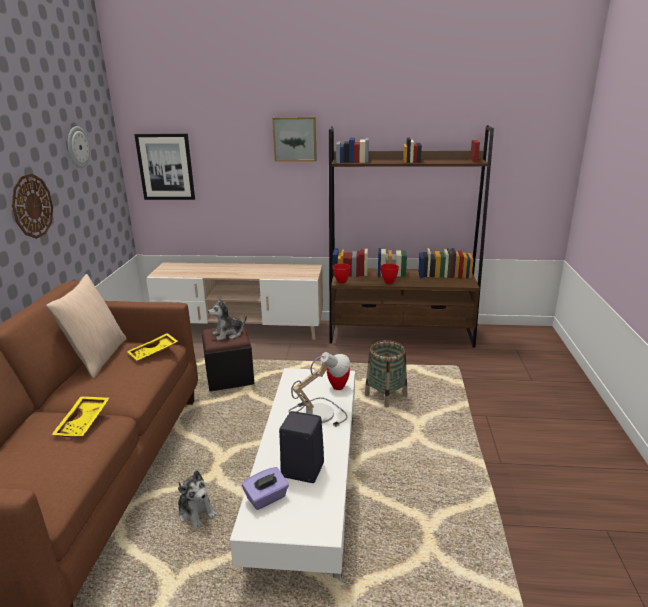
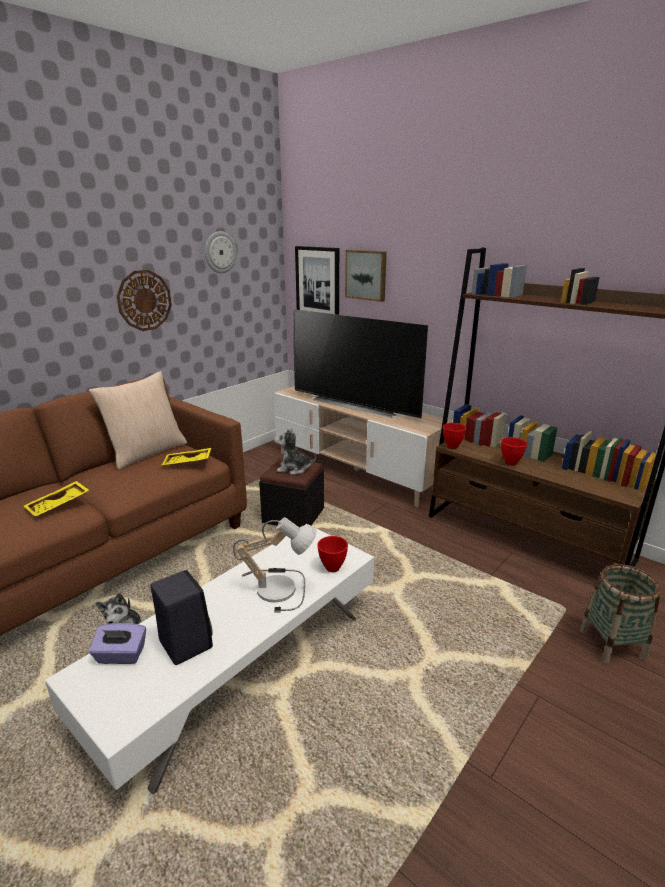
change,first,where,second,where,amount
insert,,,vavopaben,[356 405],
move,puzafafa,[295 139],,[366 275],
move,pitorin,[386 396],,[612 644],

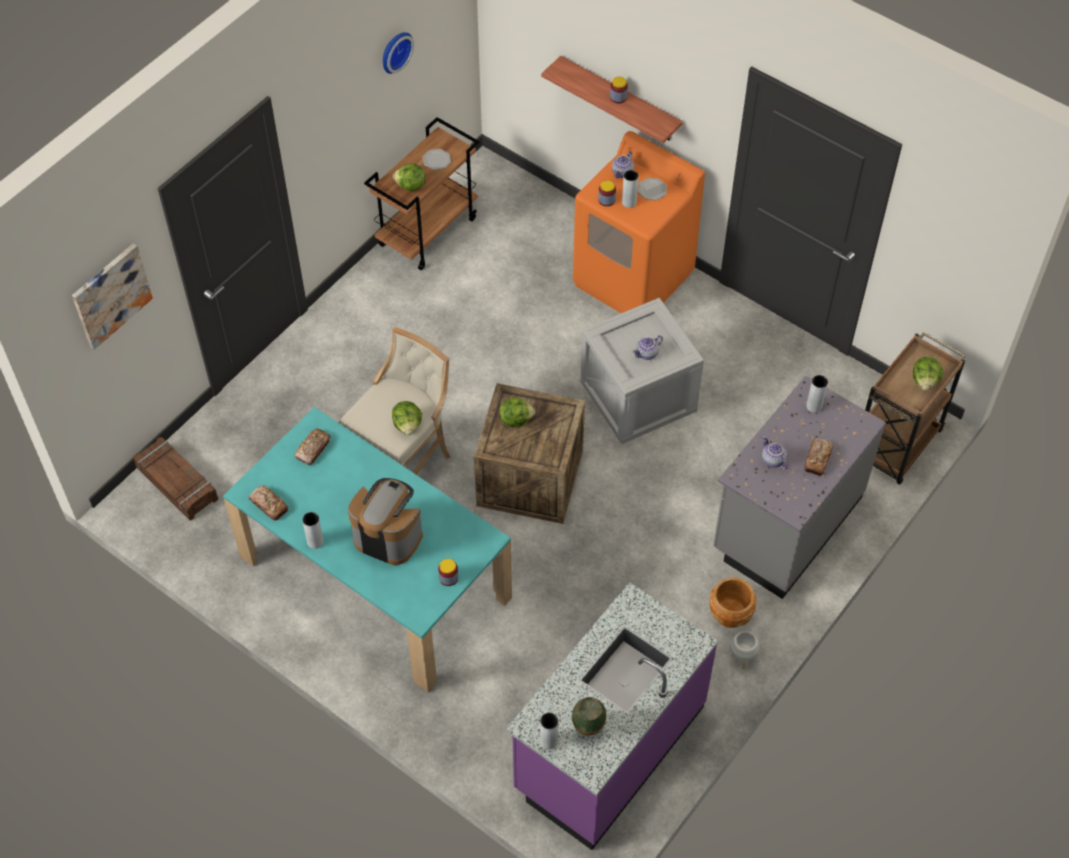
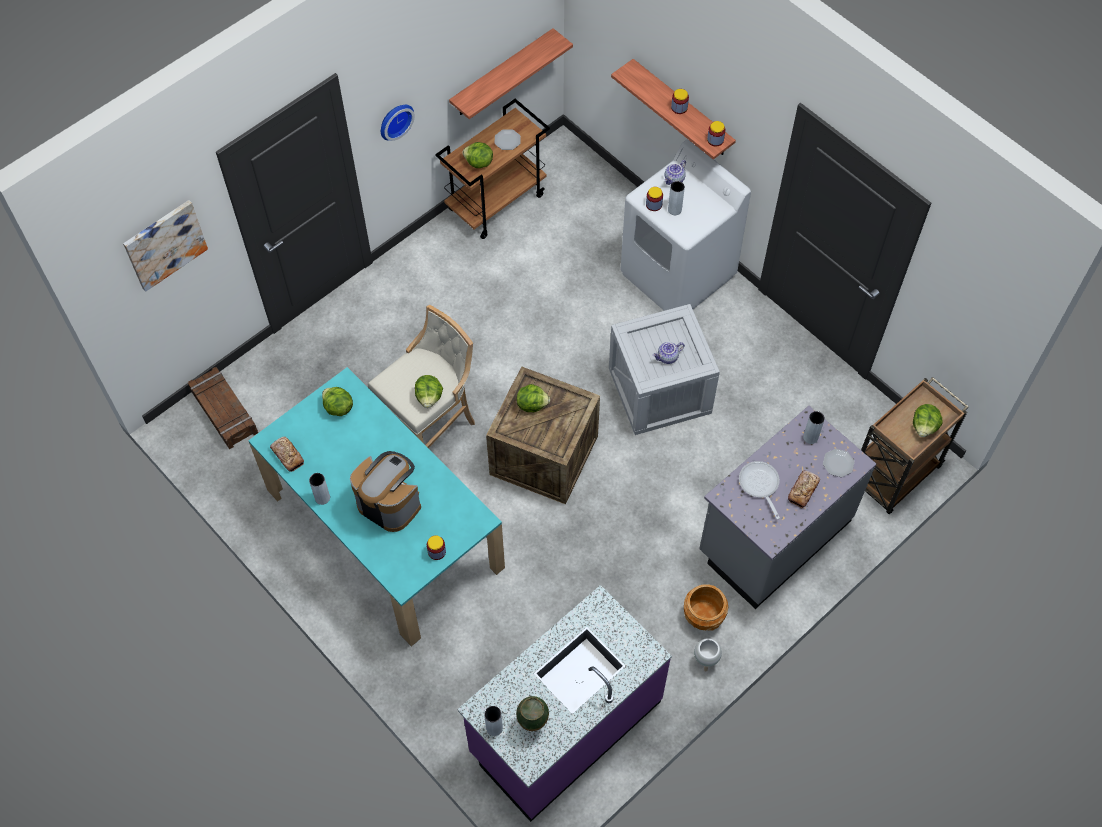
change,first,where,second,where,amount
replace,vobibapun,[313 449],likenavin,[338 408],
move,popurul,[394 51],,[394 120],
insert,,,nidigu,[502 74],
recolor,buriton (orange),[633 279],buriton (white),[678 275],
insert,,,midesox,[715 140],
replace,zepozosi,[772 460],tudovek,[759 485],
move,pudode,[652 190],,[838 464],

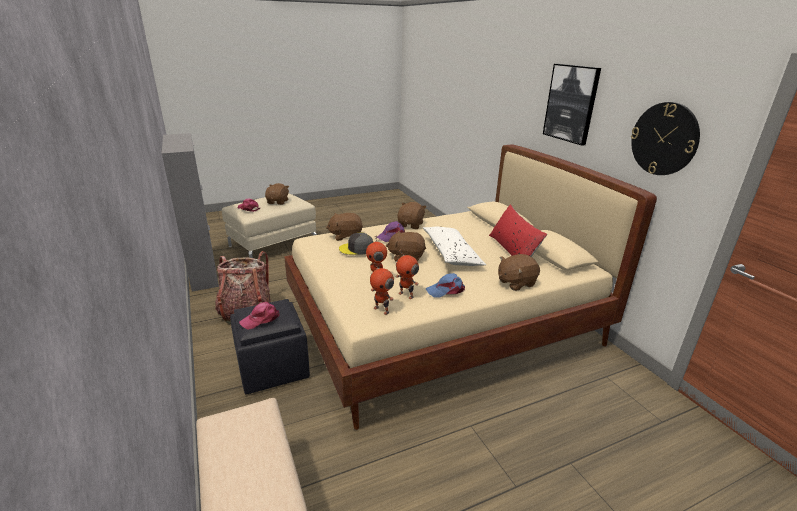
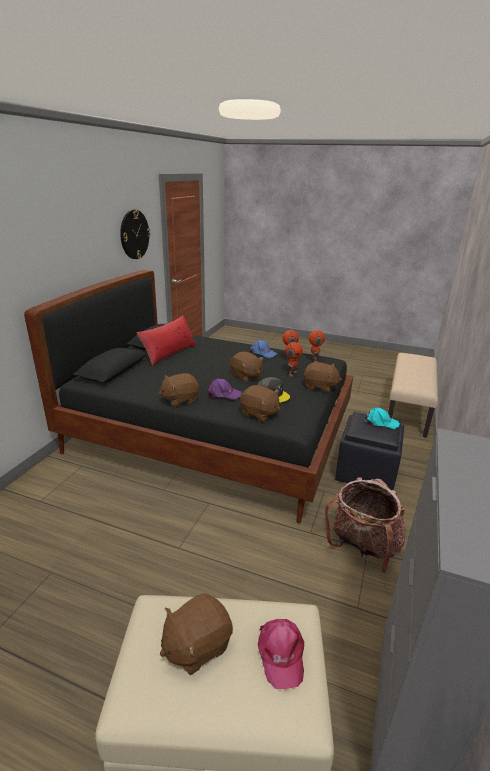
change,first,where,second,where,amount
recolor,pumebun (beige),[442 325],pumebun (black),[212 435],
move,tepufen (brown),[515 283],,[320 387],
recolor,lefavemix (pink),[261 319],lefavemix (turquoise),[380 422],
delete,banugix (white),[451 254],,,
delete,puzafafa,[571 103],,,

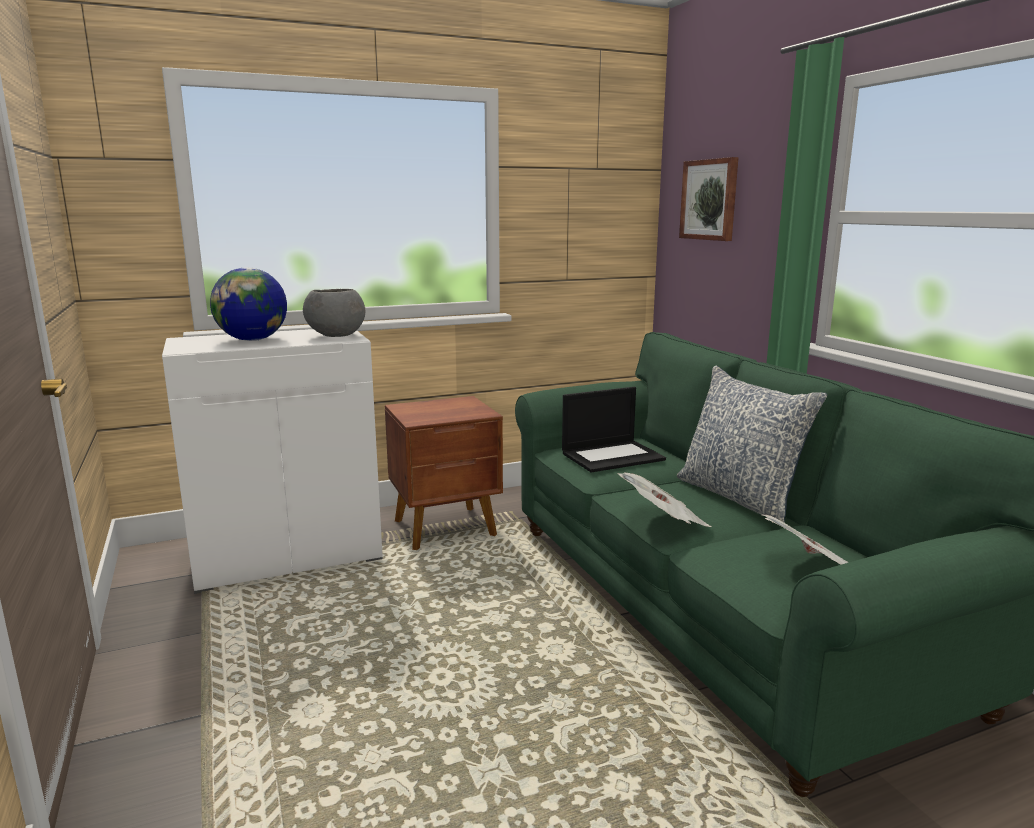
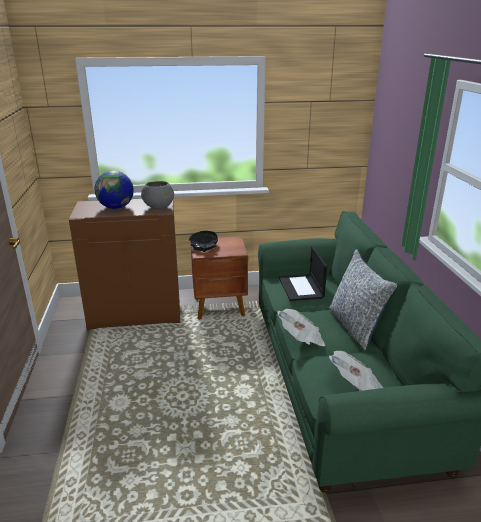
change,first,where,second,where,amount
recolor,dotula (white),[288 555],dotula (brown),[136 313],
insert,,,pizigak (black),[204 246],
rotate,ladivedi,[613 456],,[301 288],90 degrees clockwise
delete,puzafafa,[710 200],,,

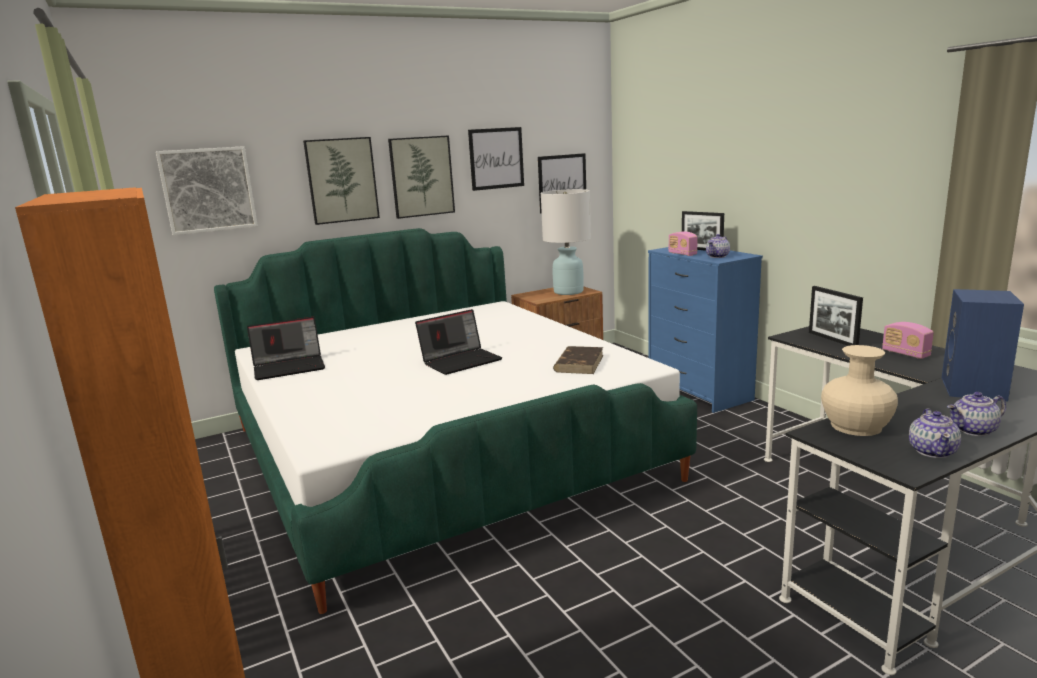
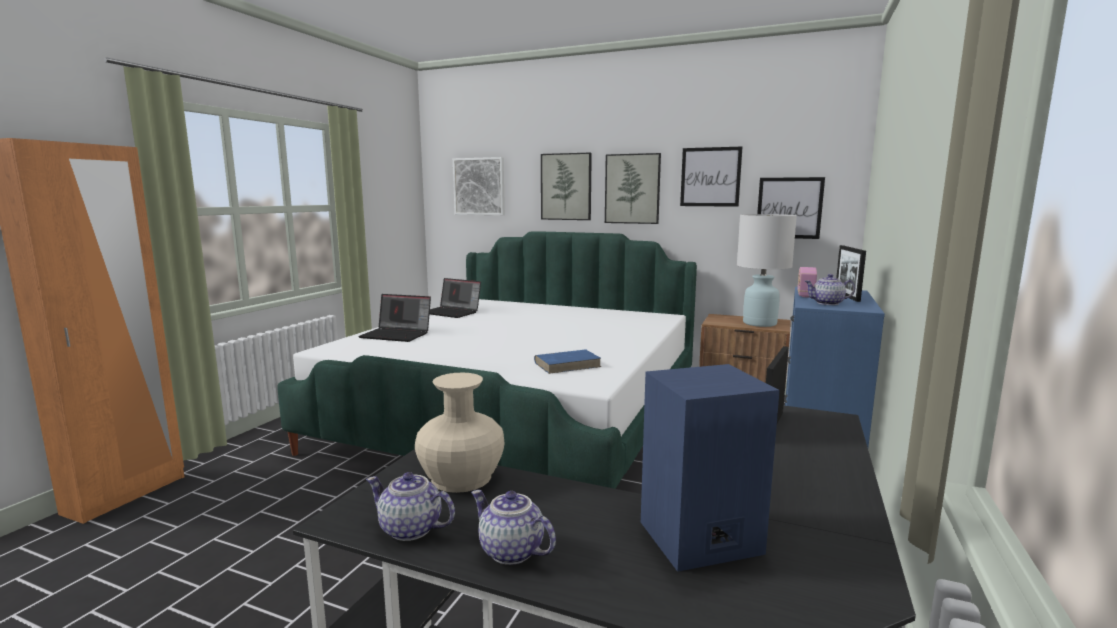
change,first,where,second,where,amount
move,ladivedi,[461 361],,[397 335],
rotate,zepozosi,[932 451],,[411 529],45 degrees clockwise
recolor,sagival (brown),[579 363],sagival (blue),[568 364],
delete,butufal,[905 354],,,

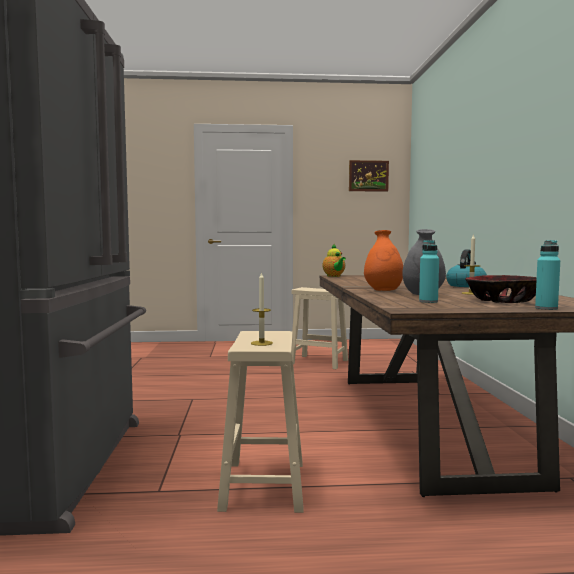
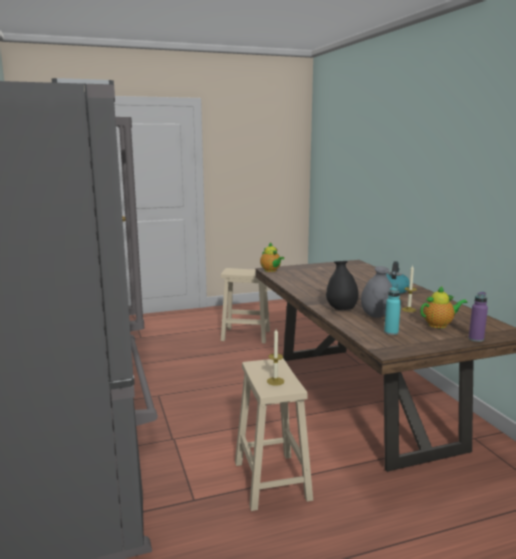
change,first,where,second,where,amount
recolor,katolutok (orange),[383 291],katolutok (black),[341 309],
replace,pizigak,[502 300],zepozosi,[439 325],
recolor,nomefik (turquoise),[546 308],nomefik (purple),[476 339],
delete,puzafafa,[368 176],,,

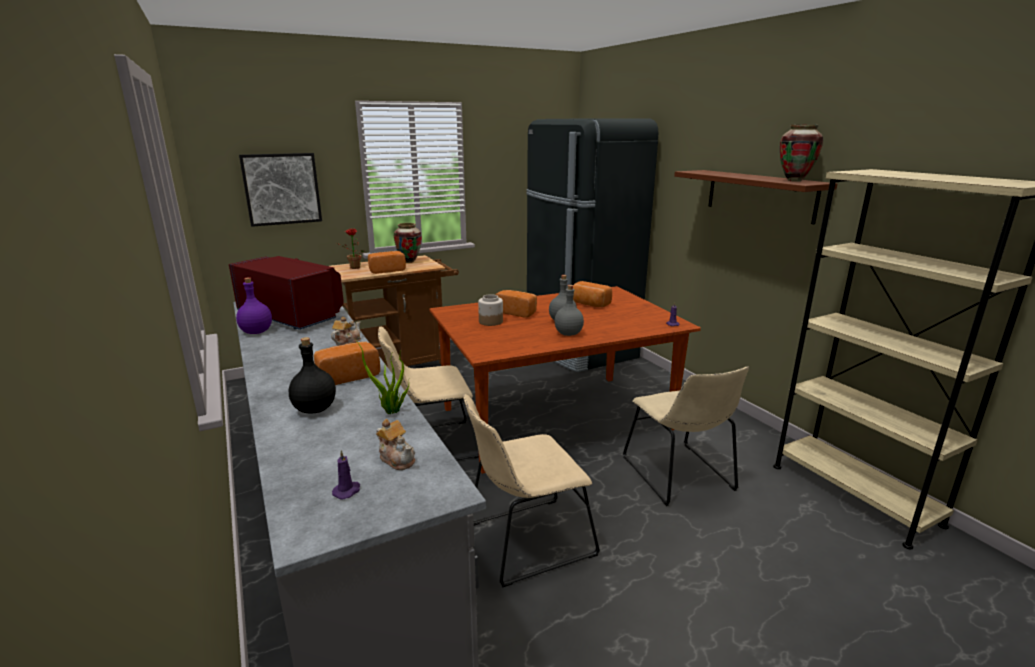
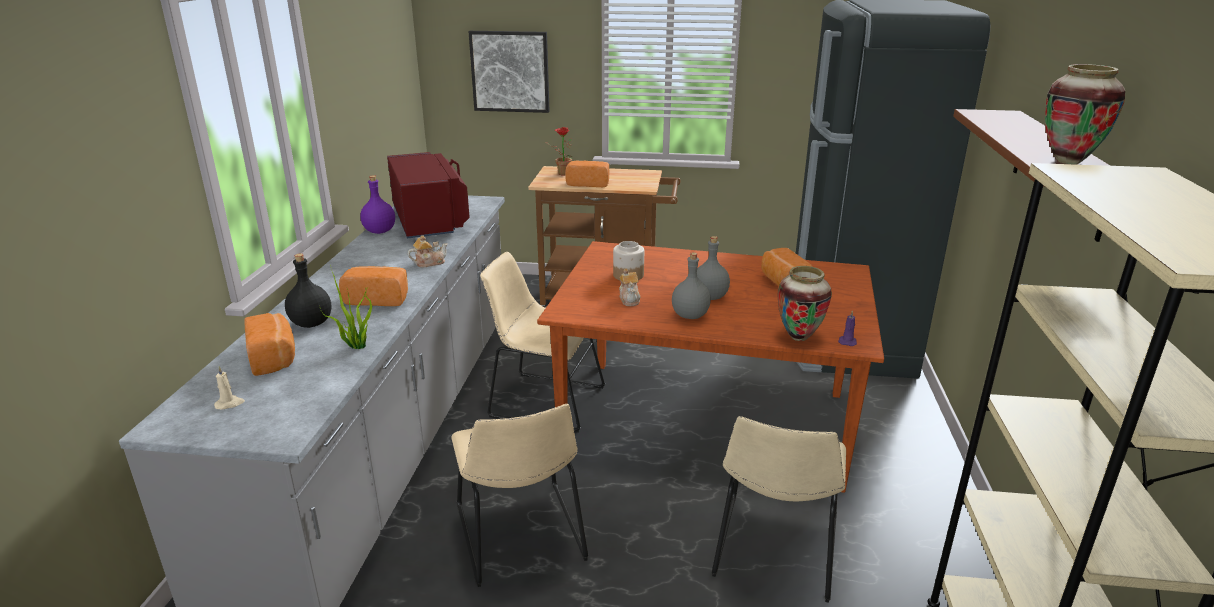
change,first,where,second,where,amount
recolor,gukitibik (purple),[347 491],gukitibik (beige),[230 404],
move,vobibapun,[517 312],,[274 358],
rotate,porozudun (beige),[525 541],,[521 537],120 degrees counterclockwise
move,zepozosi,[397 458],,[629 299],
move,katolutok,[409 261],,[799 337],

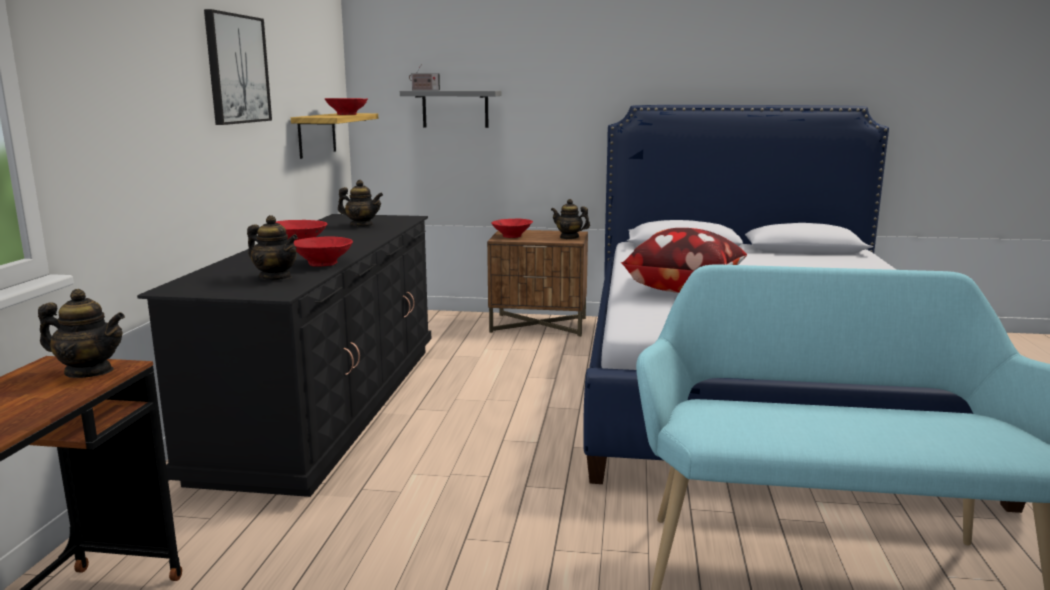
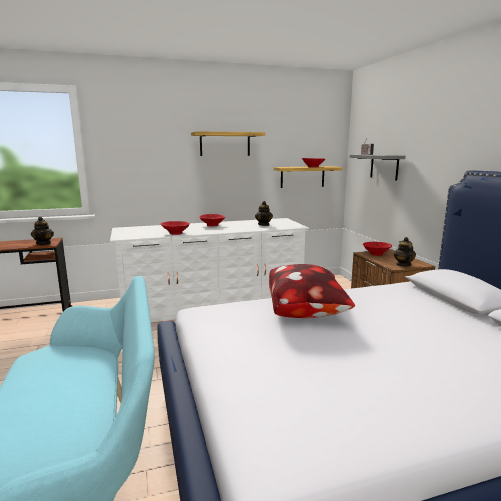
change,first,where,second,where,amount
recolor,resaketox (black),[329 406],resaketox (white),[213 303],
replace,puzafafa,[237 69],nidigu,[225 144],
delete,zepozosi,[275 278],,,

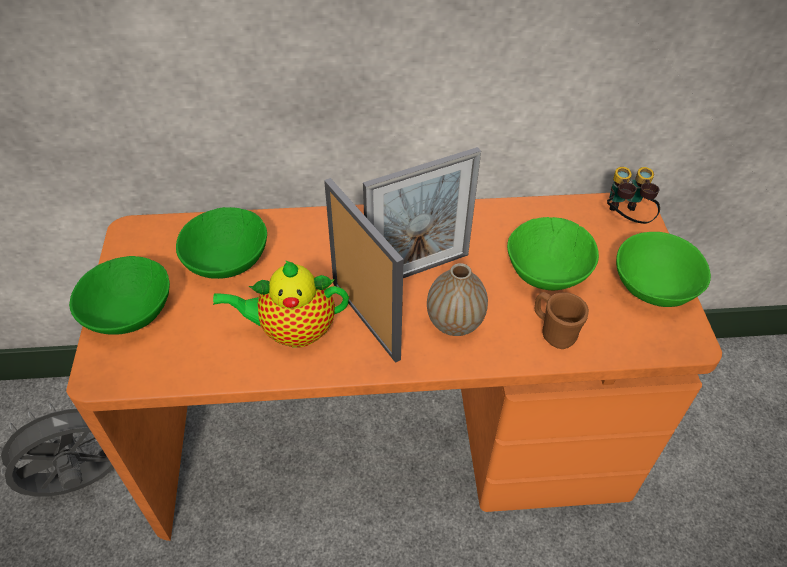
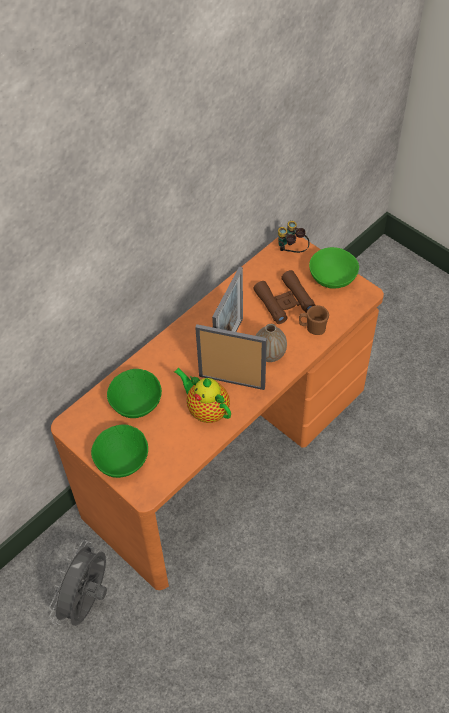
change,first,where,second,where,amount
rotate,zepozosi,[293 330],,[206 410],90 degrees clockwise
replace,pizigak (green),[548 271],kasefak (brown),[284 301],

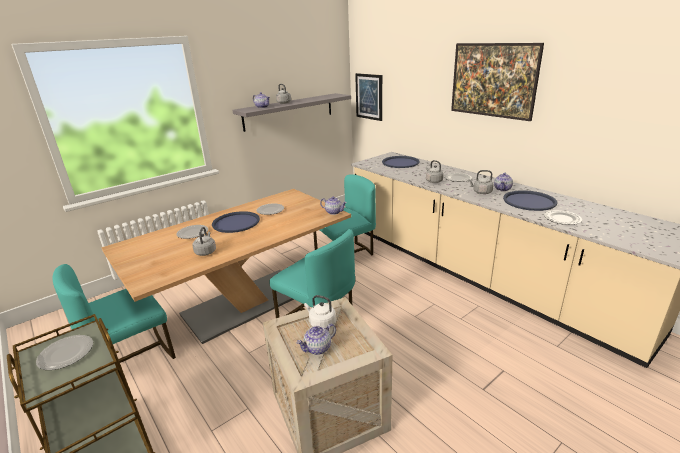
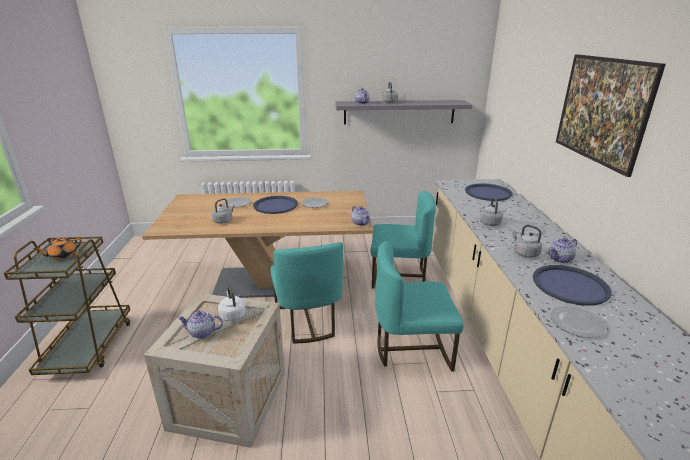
change,first,where,second,where,amount
replace,pudode,[66 354],zepozosi (orange),[62 255],
move,porozudun (turquoise),[132 356],,[412 348],
delete,puzafafa,[369 96],,,

